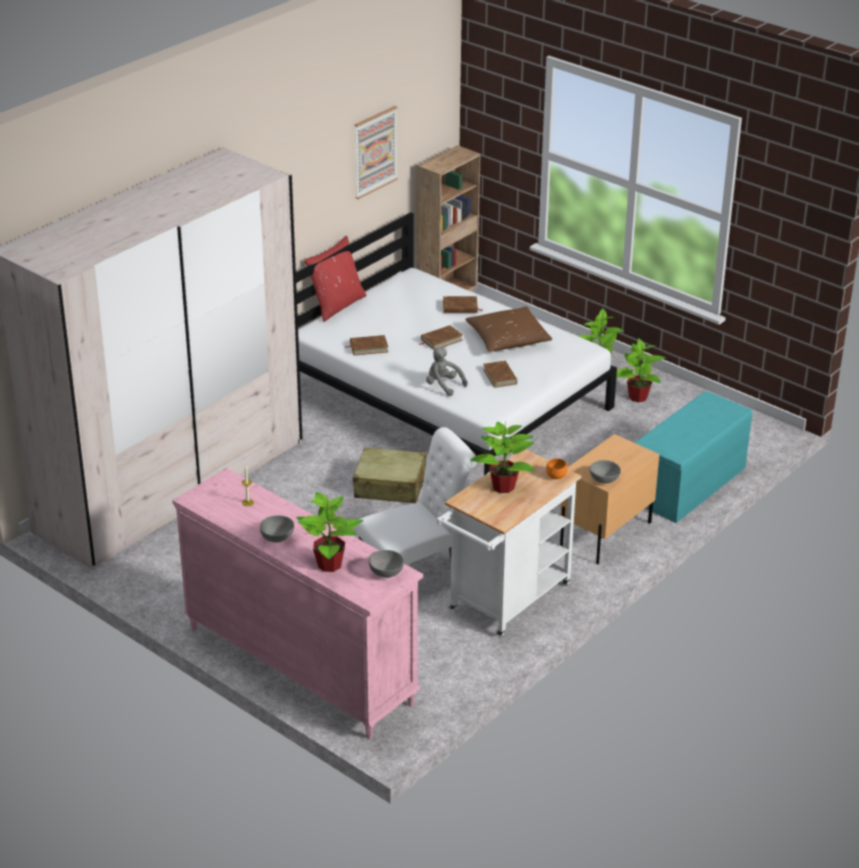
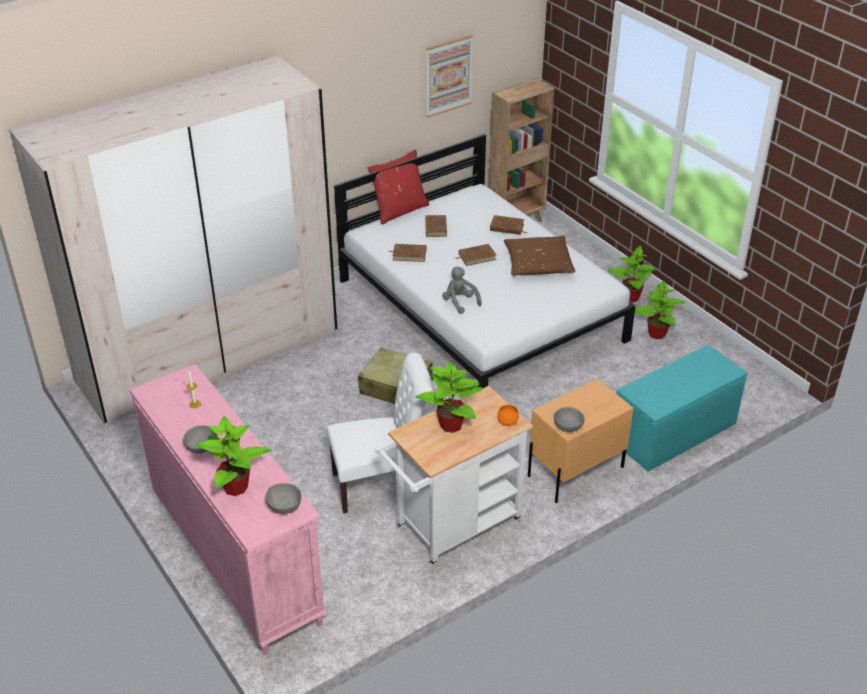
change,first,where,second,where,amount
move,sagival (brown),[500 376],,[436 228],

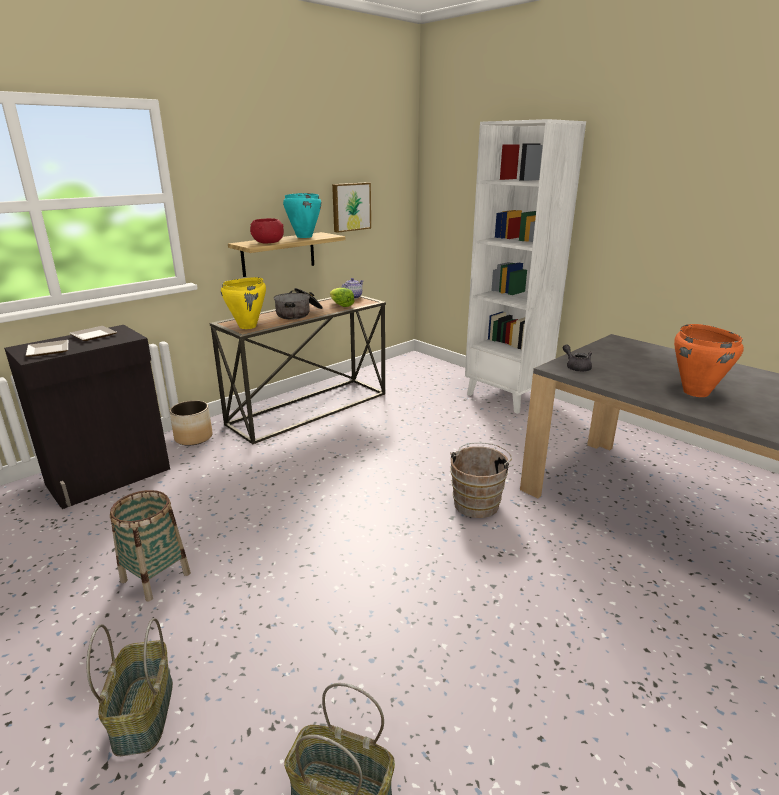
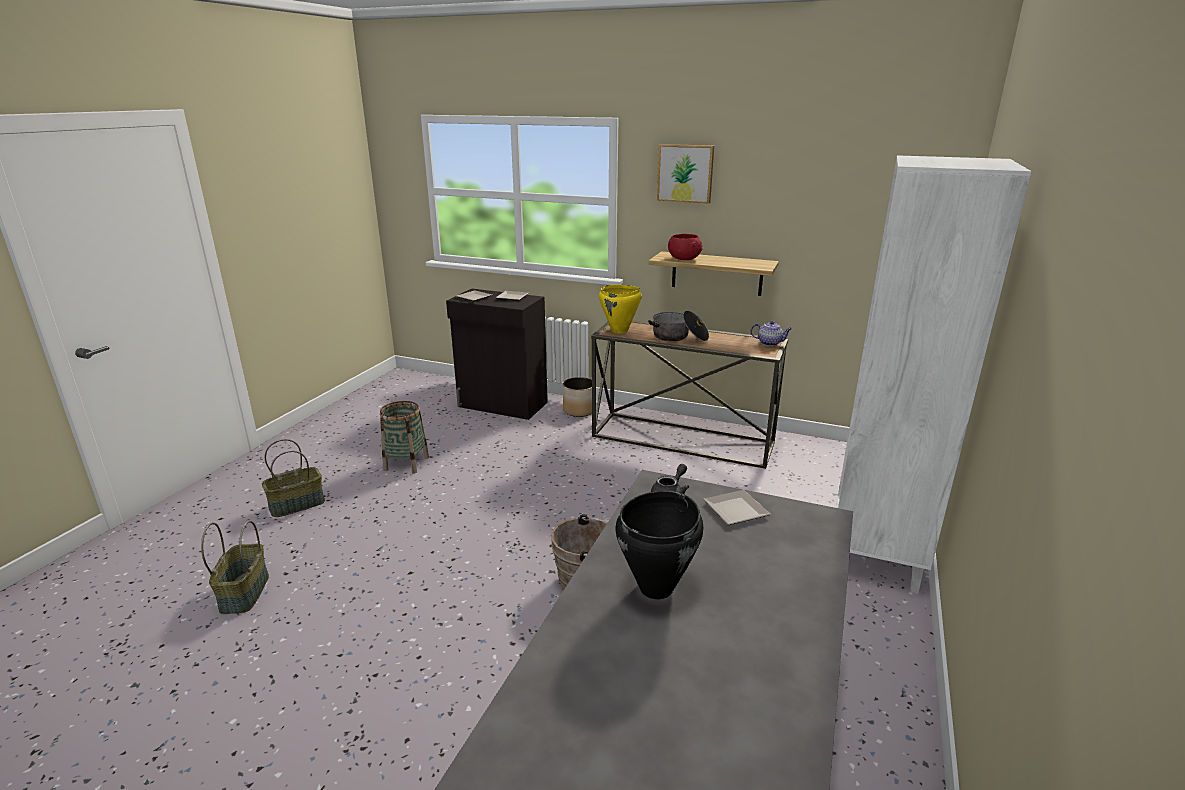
change,first,where,second,where,amount
recolor,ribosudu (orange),[696 392],ribosudu (black),[657 588],
move,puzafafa,[350 207],,[685 173],
insert,,,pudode,[738 511],
delete,ribosudu (turquoise),[304 237],,,
delete,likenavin,[341 305],,,

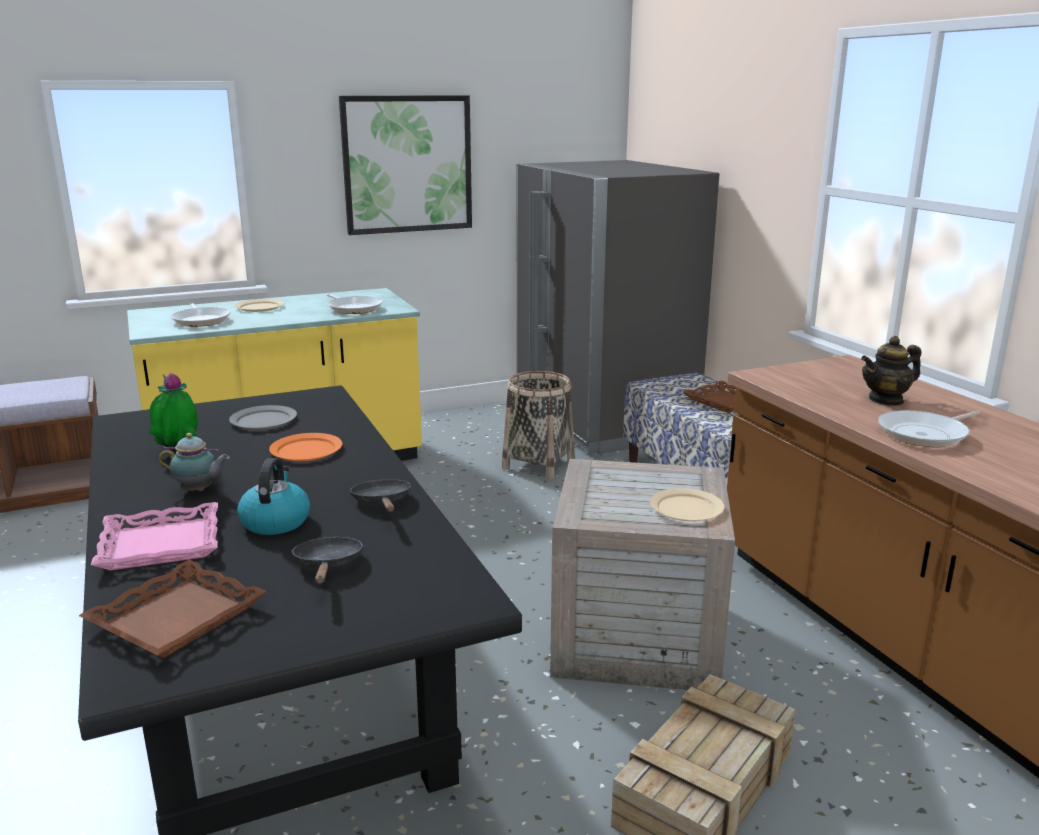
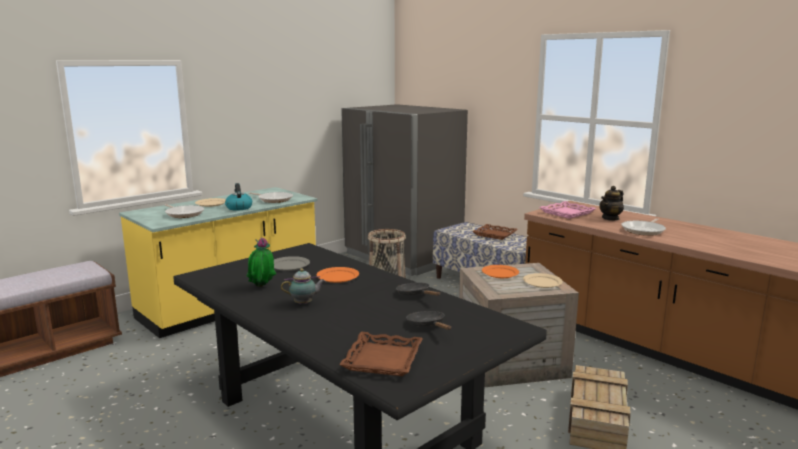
change,first,where,second,where,amount
move,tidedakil,[275 521],,[239 208],
insert,,,pudode (orange),[500 273],
move,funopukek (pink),[161 544],,[566 213],
delete,puzafafa,[407 164],,,

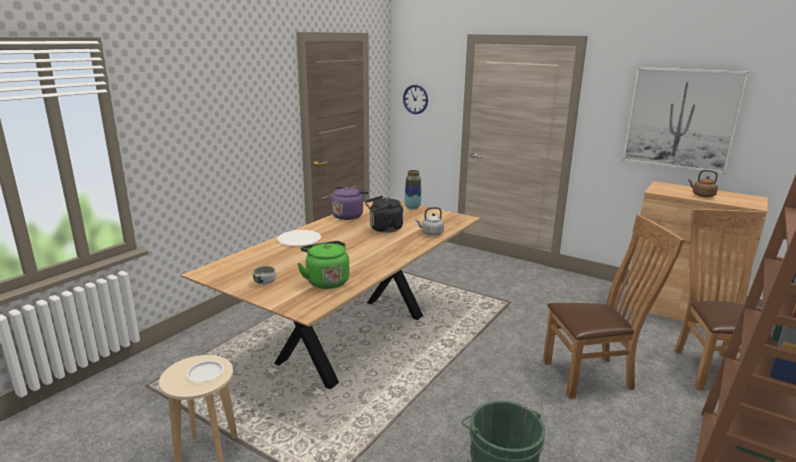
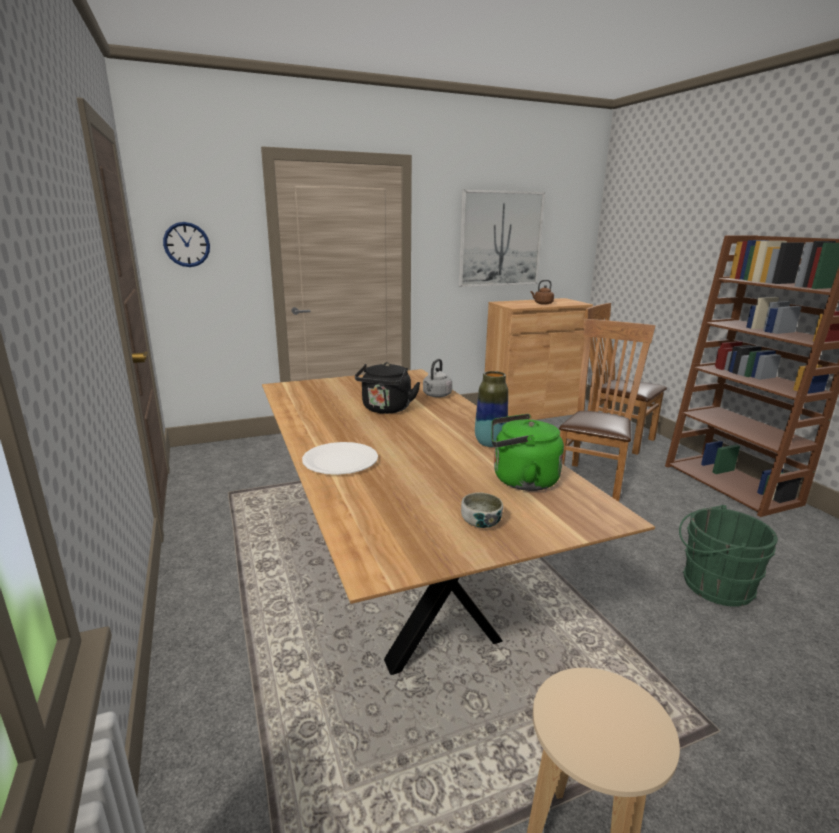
change,first,where,second,where,amount
move,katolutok,[412 208],,[490 443],
delete,pudode (white),[205 373],,,
delete,tidedakil (purple),[348 216],,,

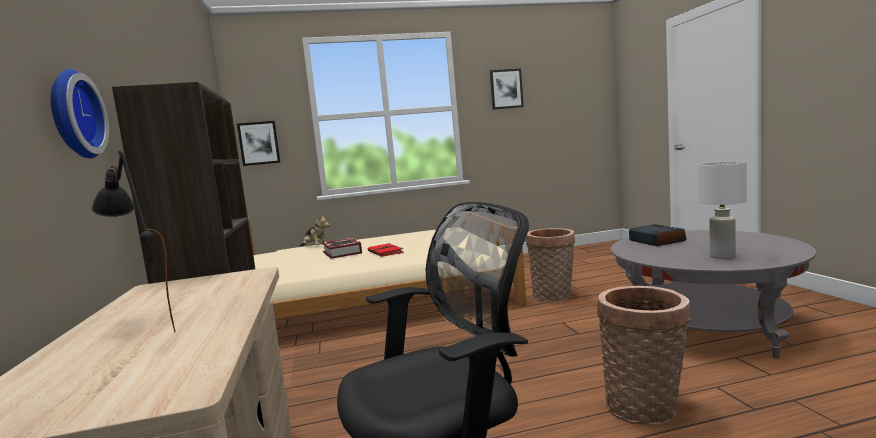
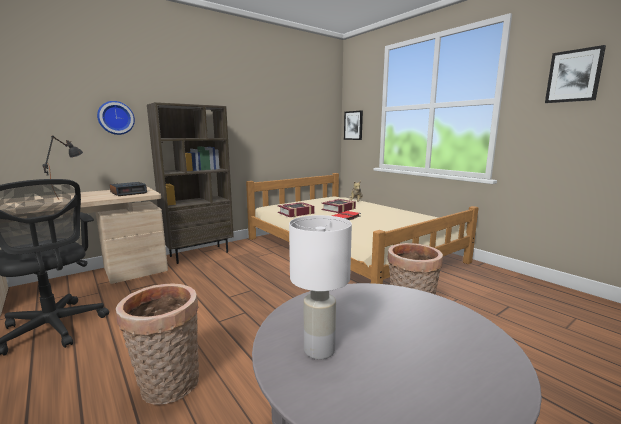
change,first,where,second,where,amount
move,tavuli,[656 241],,[129 193],
insert,,,sagival,[296 213],

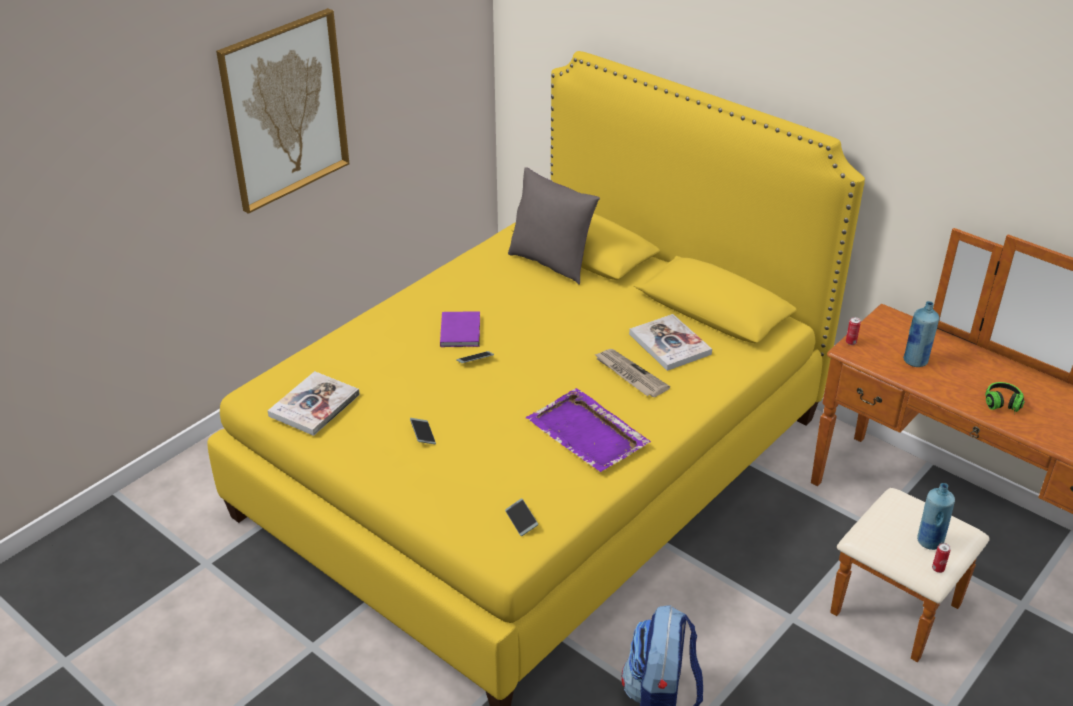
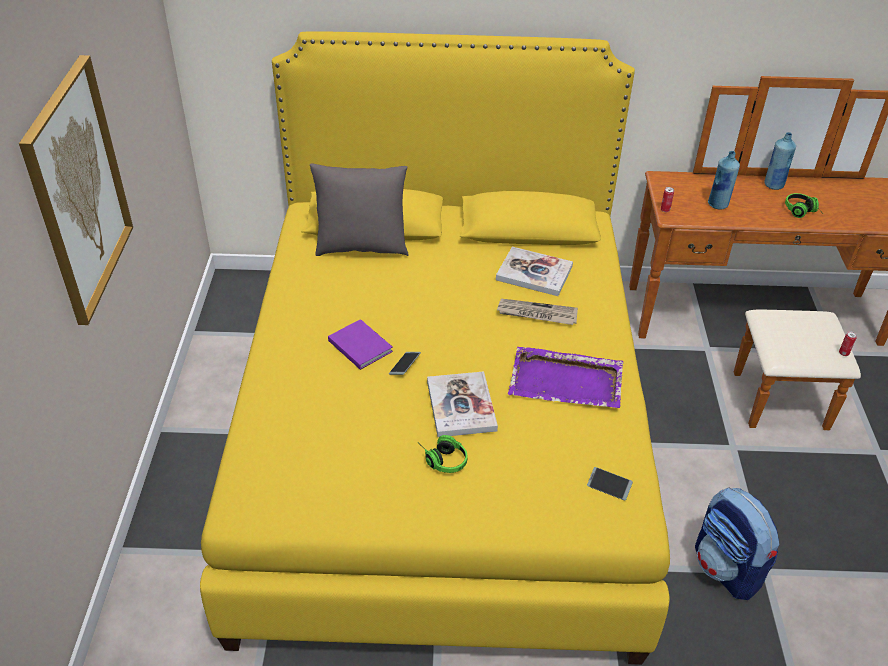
change,first,where,second,where,amount
replace,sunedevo,[423 434],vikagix,[442 459],
move,sagival,[314 405],,[461 406],
move,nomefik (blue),[929 541],,[773 185],

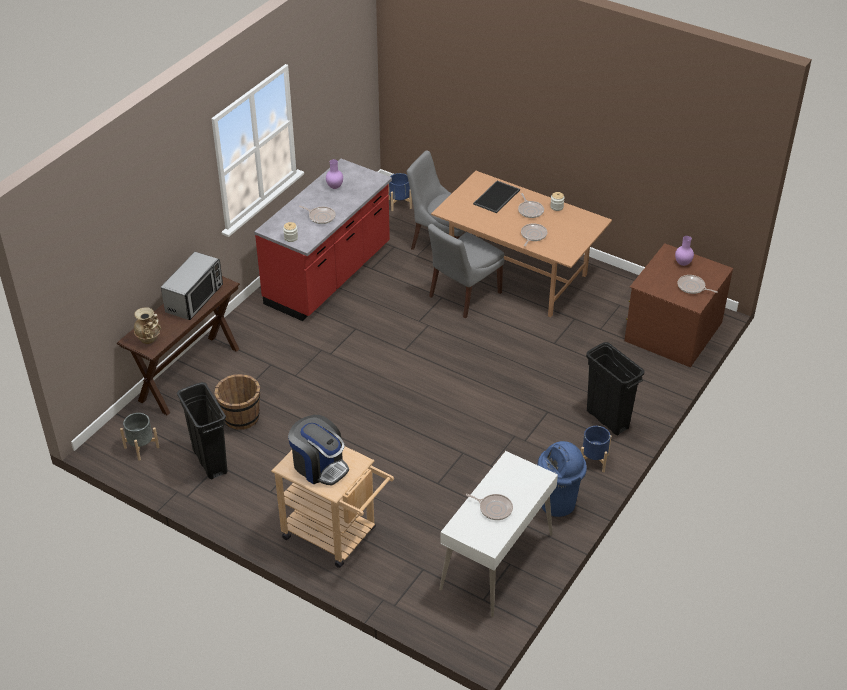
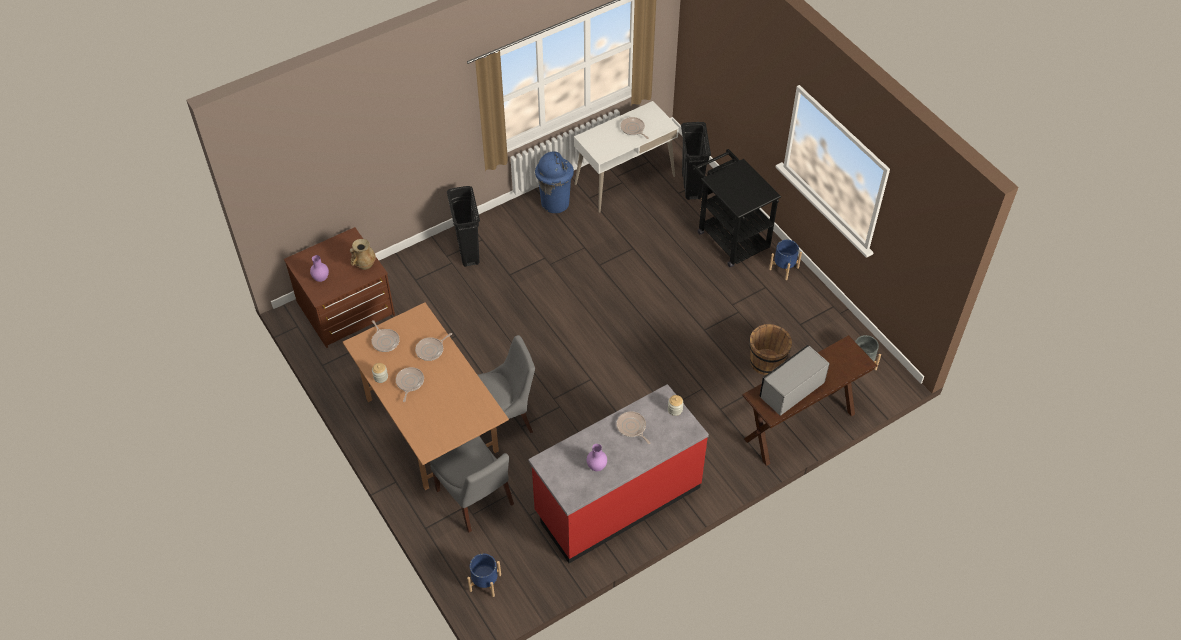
change,first,where,second,where,amount
move,katolutok (beige),[149 339],,[364 265],
move,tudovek,[692 287],,[385 341],
move,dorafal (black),[210 461],,[691 186],
recolor,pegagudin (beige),[336 536],pegagudin (black),[729 236],
move,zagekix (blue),[594 460],,[783 268],
delete,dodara,[319 466],,,
delete,funopukek,[497 197],,,

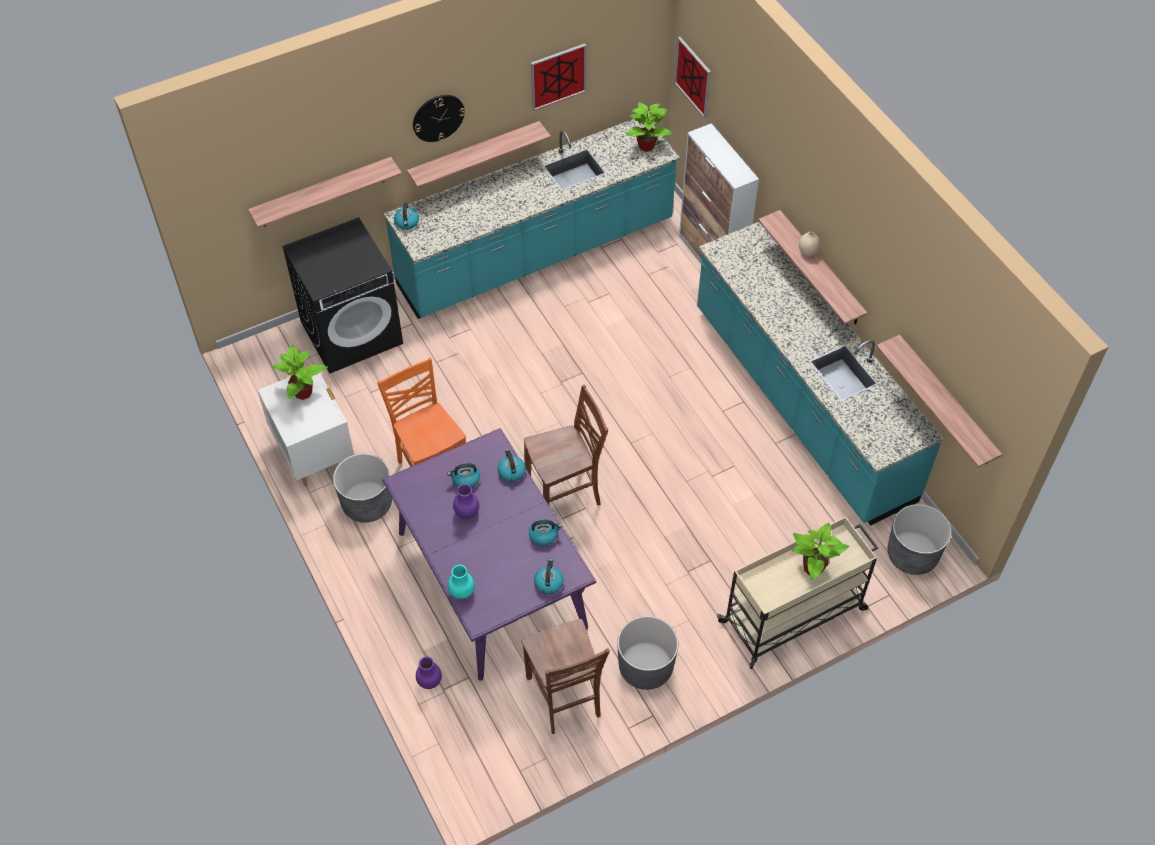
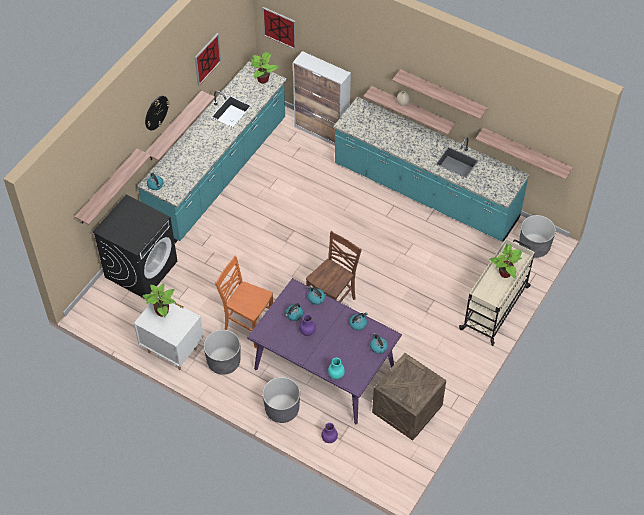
change,first,where,second,where,amount
move,zagekix (grey),[645 667],,[282 409],
replace,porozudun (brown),[564 698],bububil,[407 410],
insert,,,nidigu,[442 94],

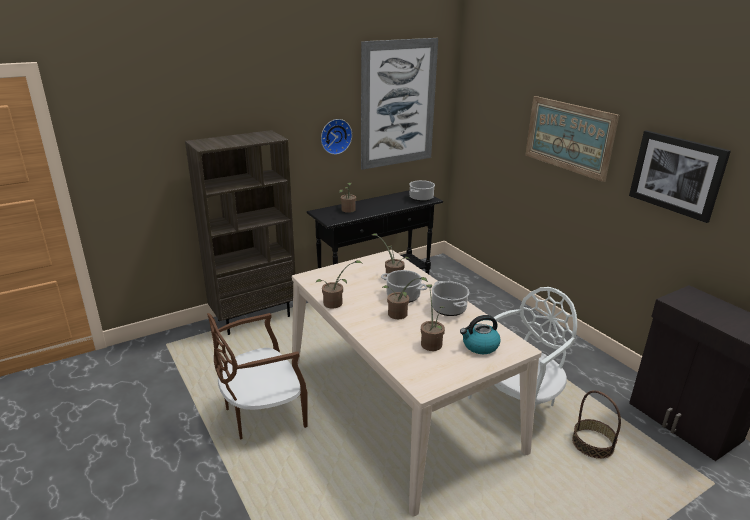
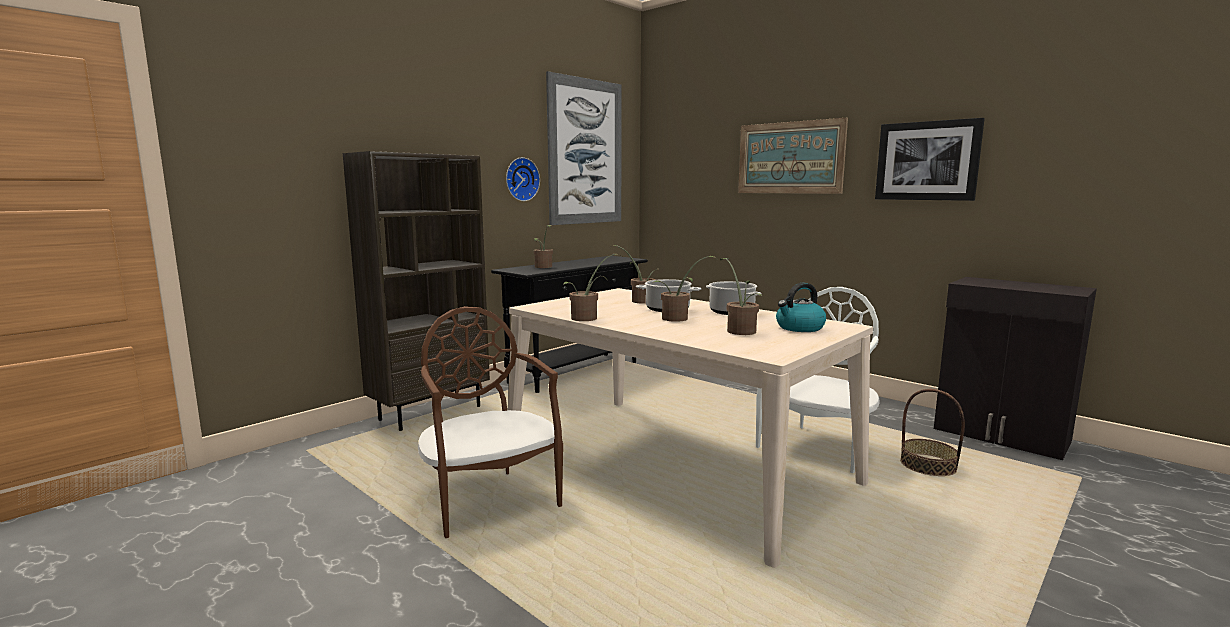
change,first,where,second,where,amount
rotate,porozudun (brown),[262 414],,[490 499],105 degrees clockwise
delete,ribosudu,[421 198],,,

